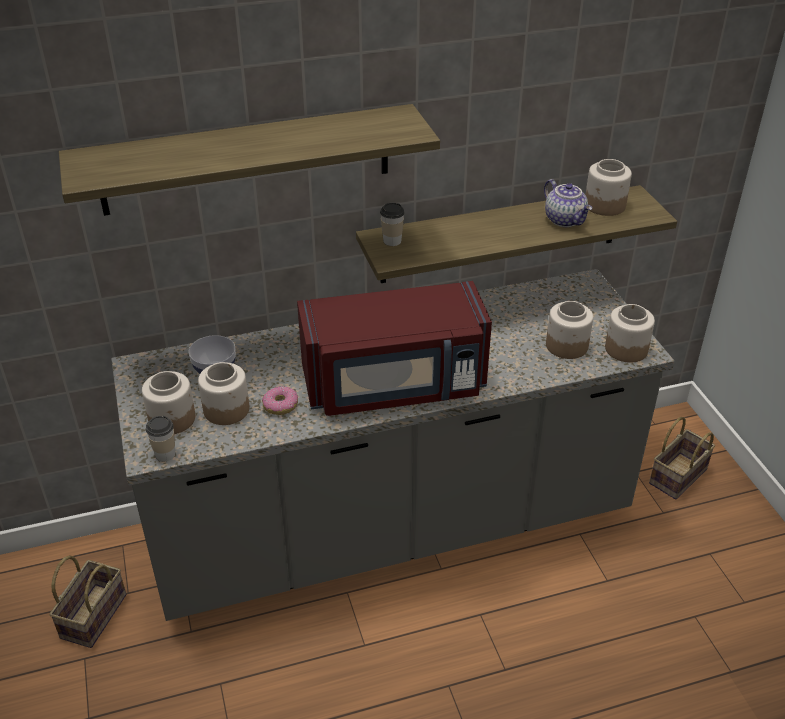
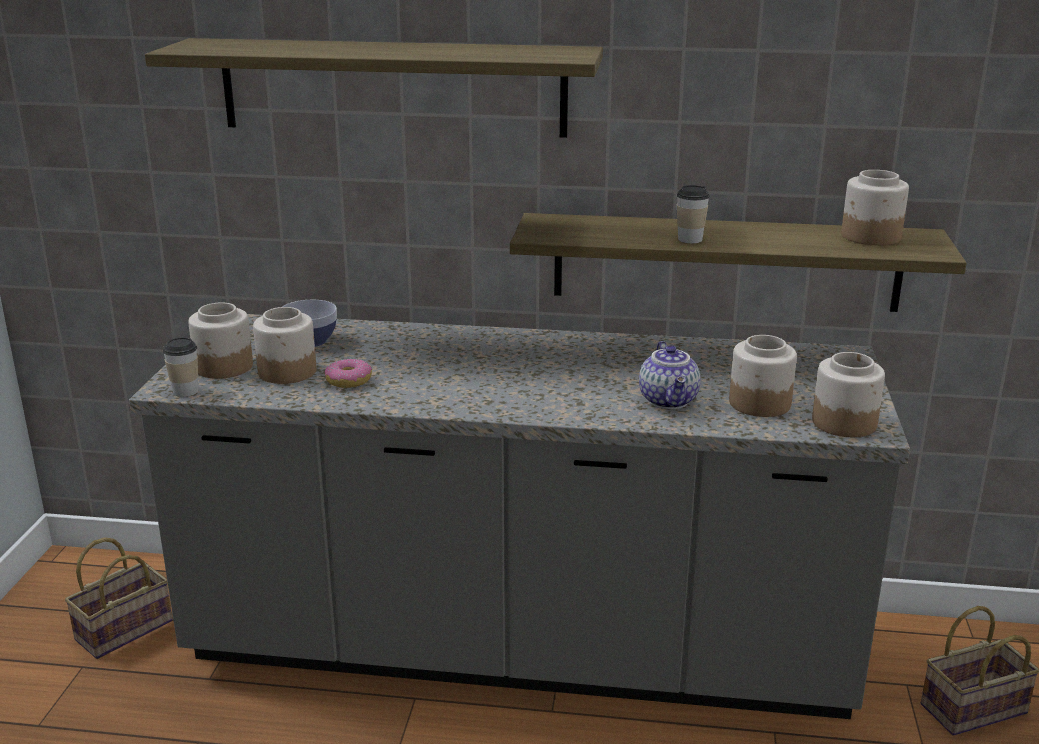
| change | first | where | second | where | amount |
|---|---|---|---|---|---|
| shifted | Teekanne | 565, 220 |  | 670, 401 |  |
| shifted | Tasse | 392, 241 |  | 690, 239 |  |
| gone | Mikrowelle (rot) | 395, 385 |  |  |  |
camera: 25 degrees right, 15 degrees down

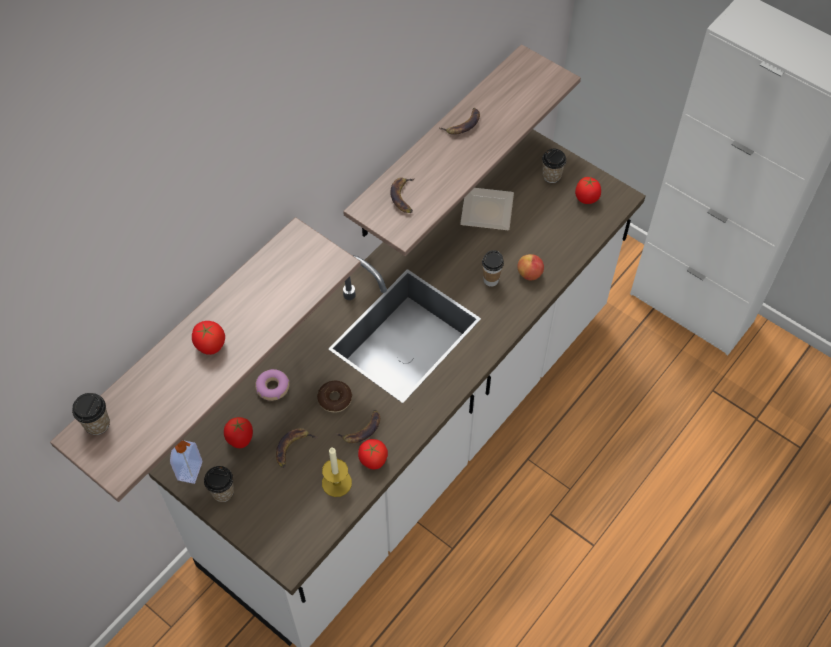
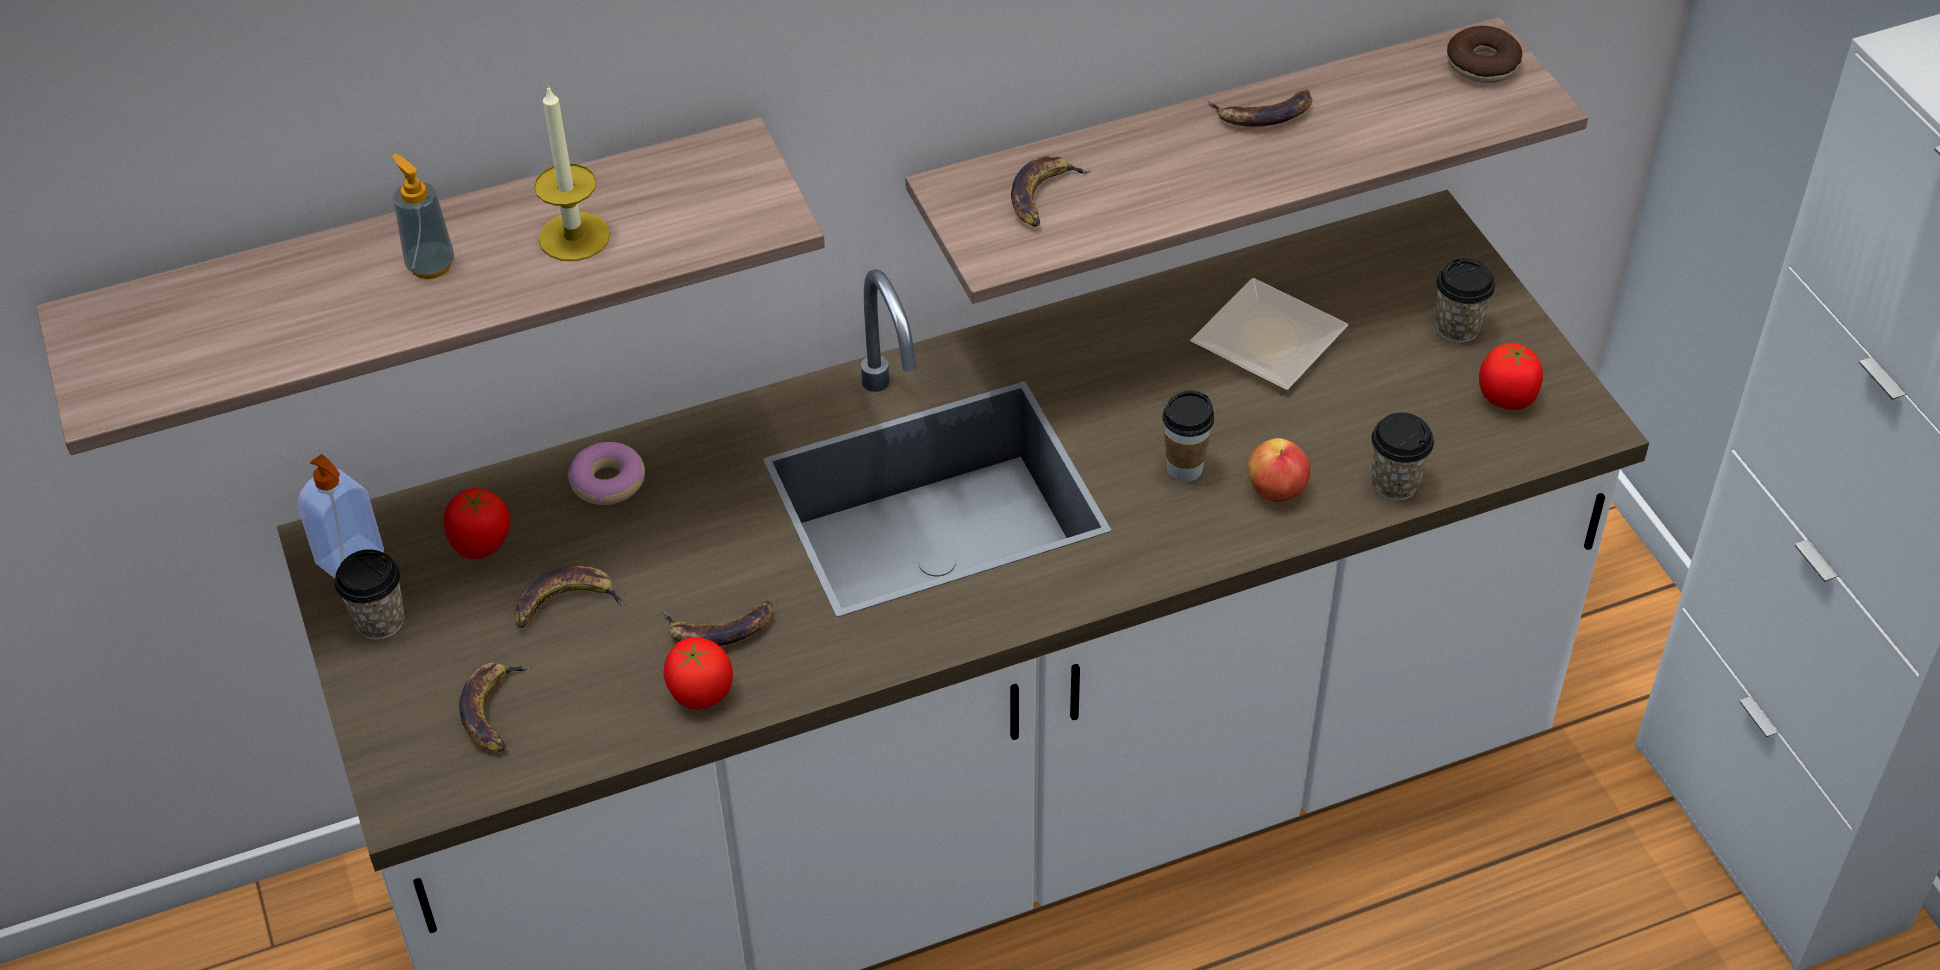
| change | first | where | second | where | amount |
|---|---|---|---|---|---|
| swapped | Tomate | 210, 345 | Seifenspender | 430, 265 |  |
| new |  |  | Banane | 494, 711 |  |
| shifted | Kerze | 336, 483 |  | 574, 237 |  |
| shifted | Tasse | 97, 424 |  | 1395, 484 |  |
| shifted | Donut | 335, 399 |  | 1482, 65 |  |
camera: 30 degrees right, 10 degrees down

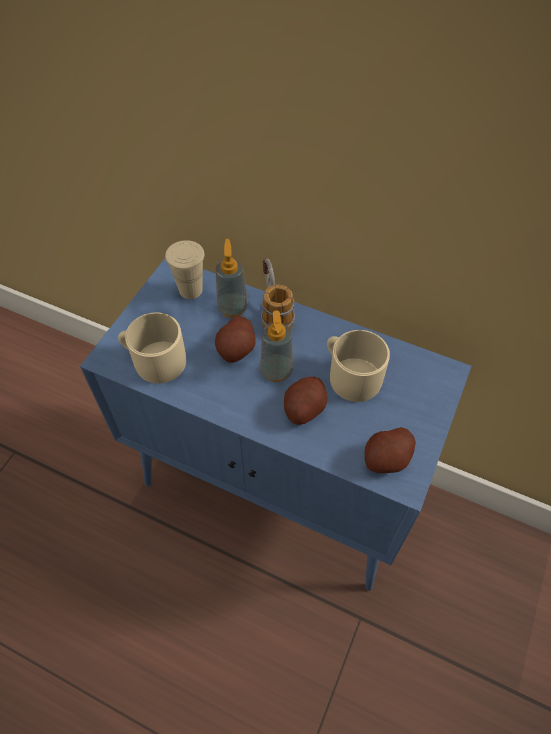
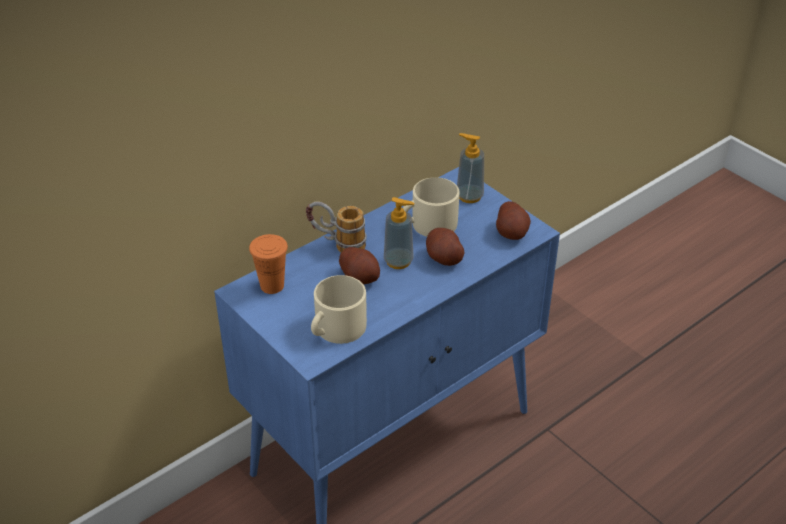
| change | first | where | second | where | amount |
|---|---|---|---|---|---|
| repainted | Tasse (beige) | 190, 290 | Tasse (orange) | 272, 286 |  |
| shifted | Seifenspender | 232, 307 |  | 469, 196 |  |
camera: 65 degrees left, 15 degrees down

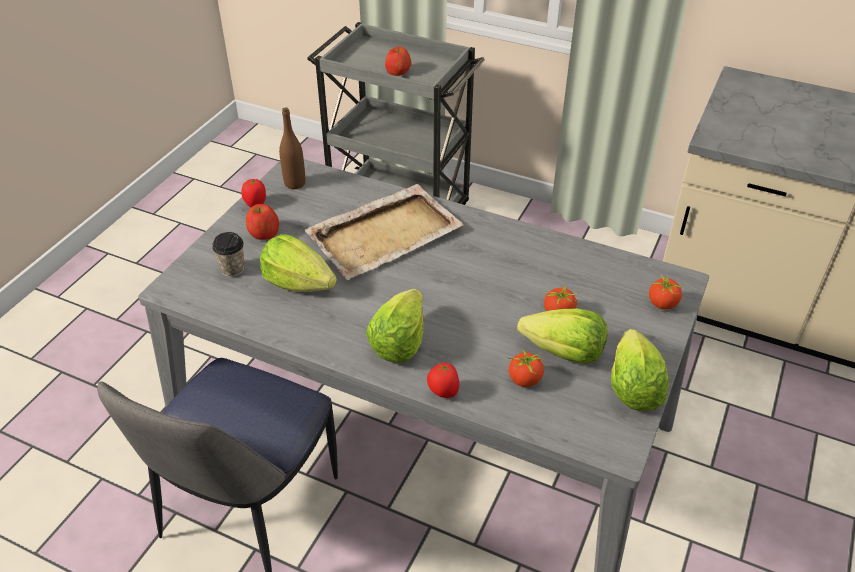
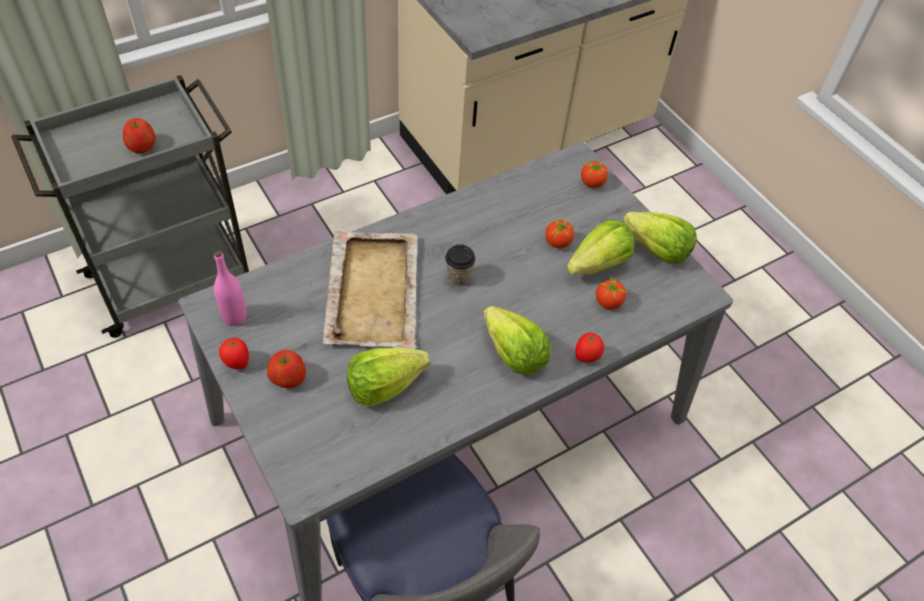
| change | first | where | second | where | amount |
|---|---|---|---|---|---|
| repainted | Flasche (braun) | 295, 183 | Flasche (rosa) | 234, 316 |  |
| shifted | Tasse | 233, 269 |  | 458, 278 |  |
camera: 60 degrees left, 10 degrees up

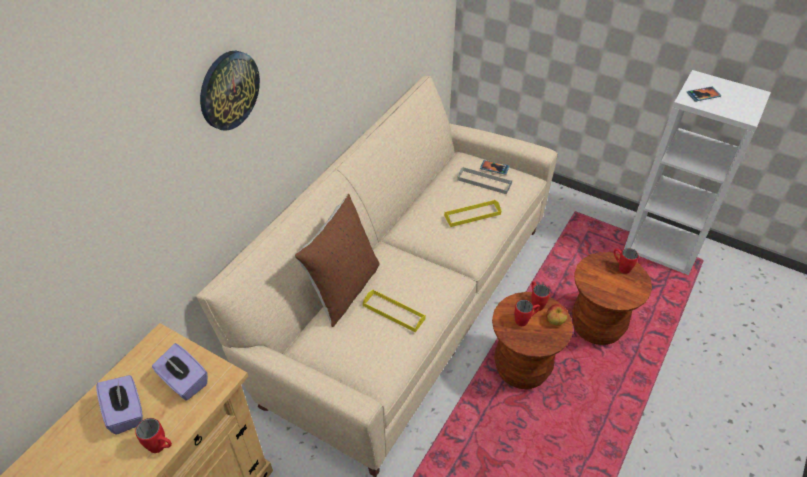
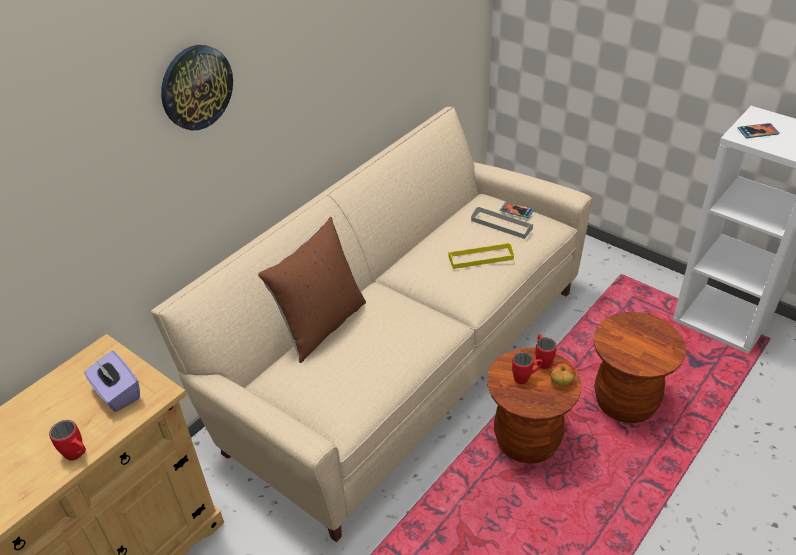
| change | first | where | second | where | amount |
|---|---|---|---|---|---|
| gone | Taschentuchbox (lila) | 126, 412 |  |  |  |
| gone | Tablett (gelb) | 393, 312 |  |  |  |
| gone | Henkelbecher (rot) | 621, 267 |  |  |  |
camera: 10 degrees right, 5 degrees down

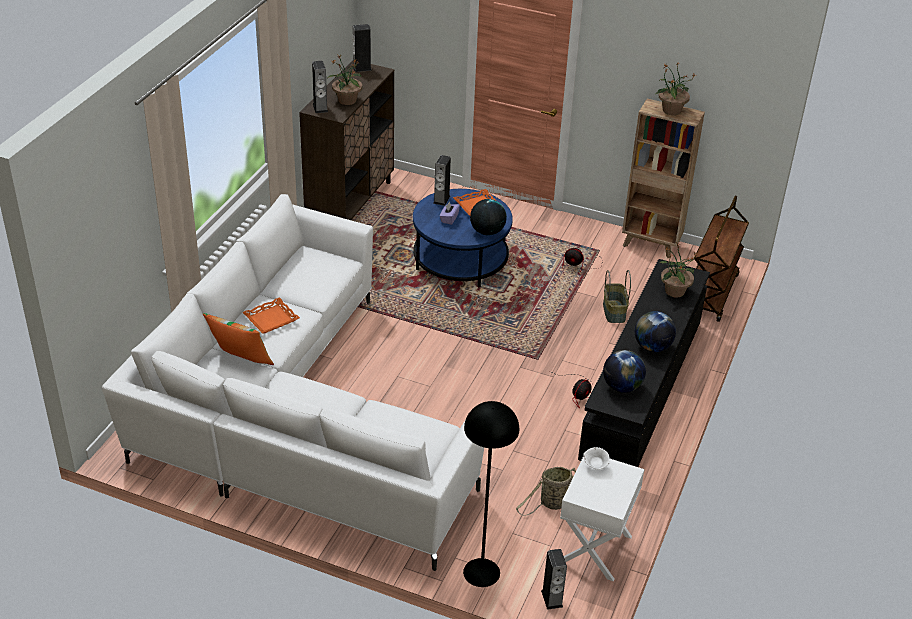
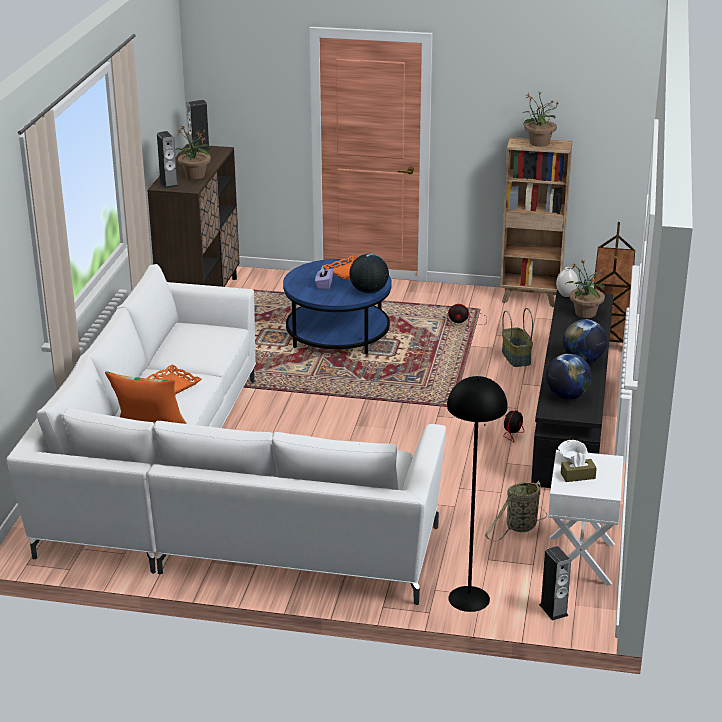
| change | first | where | second | where | amount |
|---|---|---|---|---|---|
| new |  |  | Vase (weiß) | 566, 295 |  |
| new |  |  | Taschentuchbox (braun) | 578, 476 |  |
| gone | Lautsprecher | 441, 199 |  |  |  |
camera: 10 degrees left, 10 degrees down

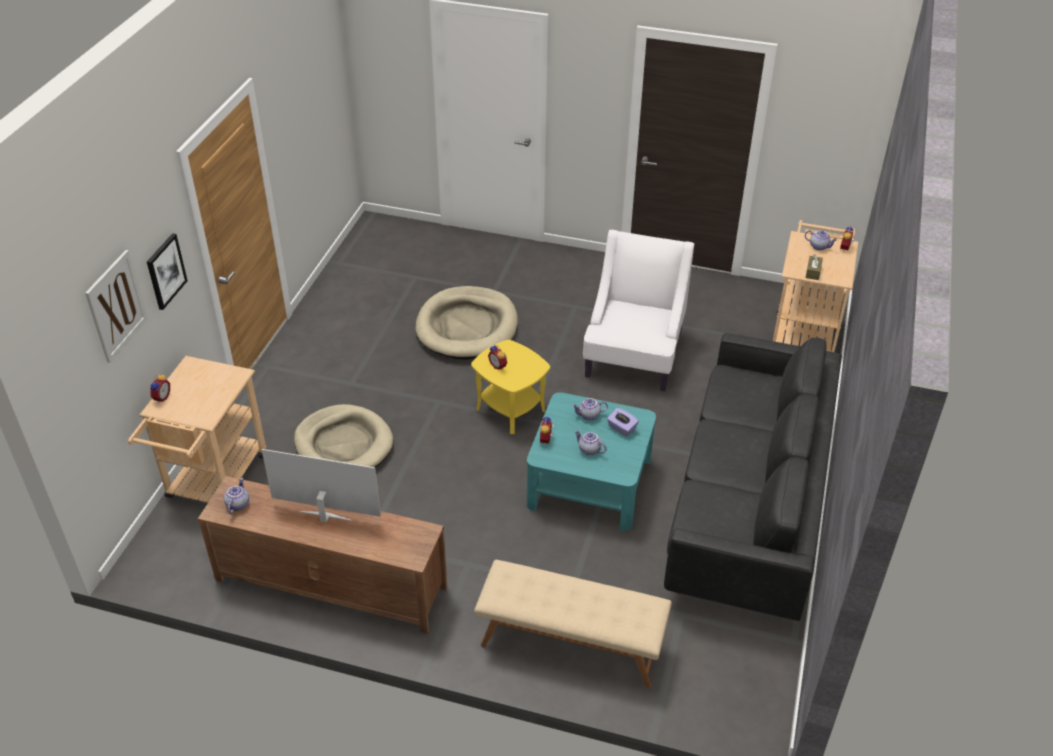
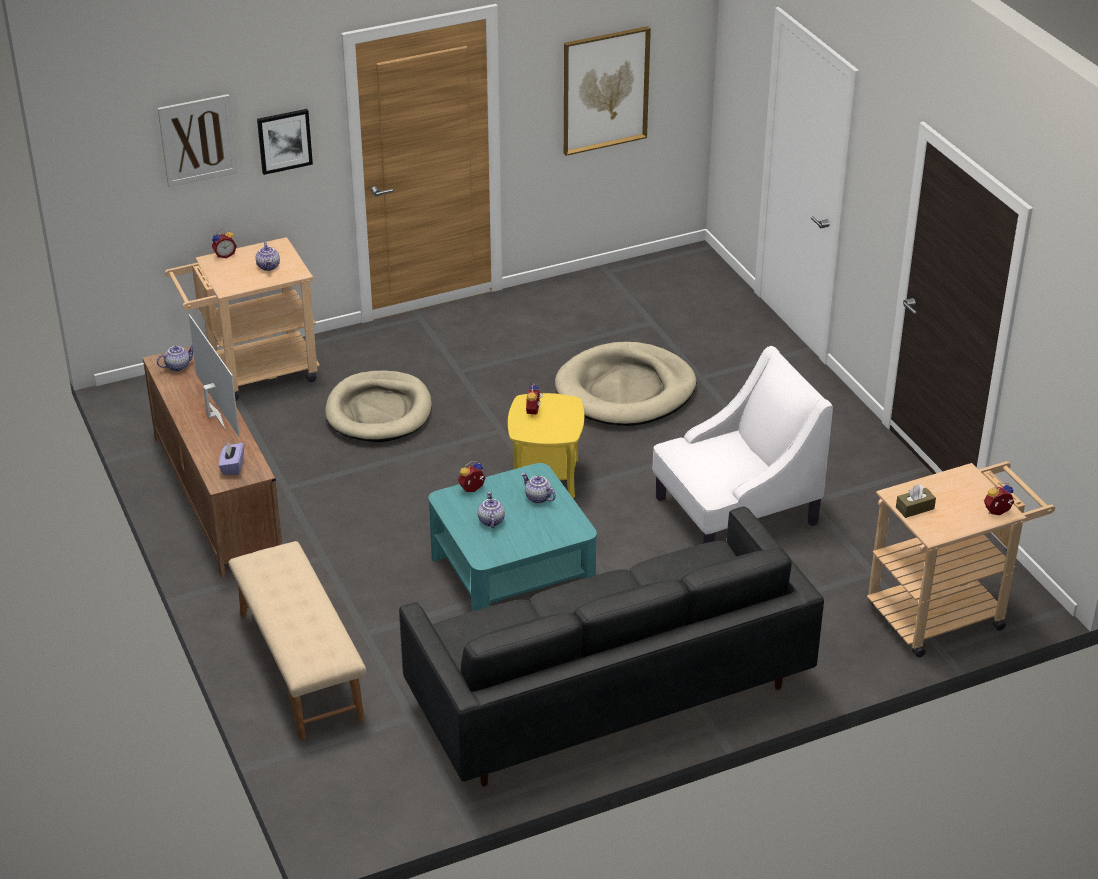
| change | first | where | second | where | amount |
|---|---|---|---|---|---|
| shifted | Taschentuchbox (lila) | 621, 428 |  | 232, 466 |  |
| shifted | Teekanne | 819, 246 |  | 269, 266 |  |
| new |  |  | Bild | 605, 90 |  |
camera: 50 degrees right, 5 degrees down

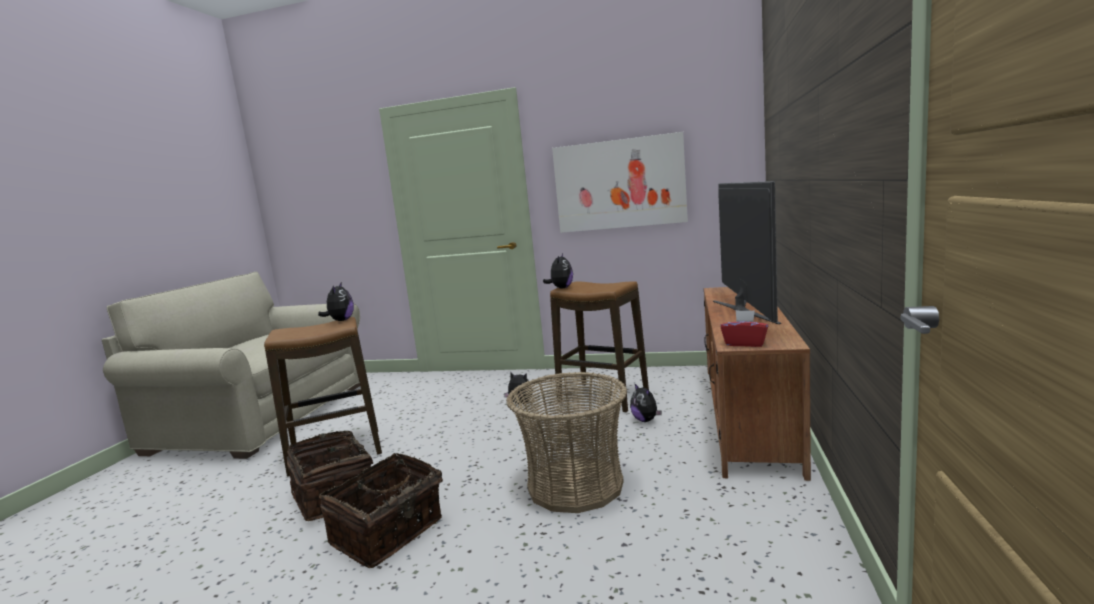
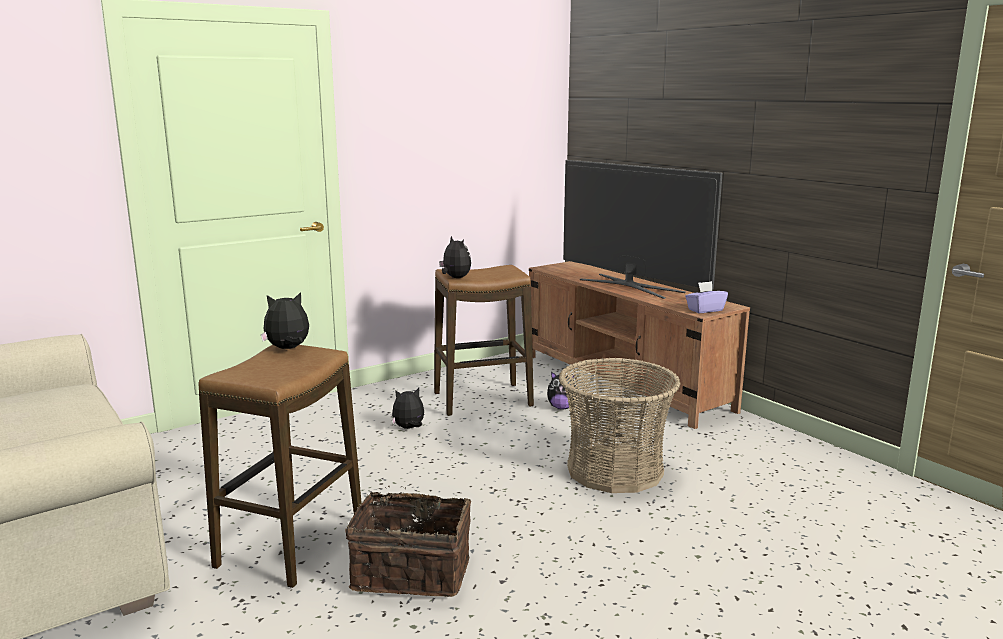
| change | first | where | second | where | amount |
|---|---|---|---|---|---|
| rotated | Plüschtier | 341, 321 |  | 288, 349 | 60 degrees counterclockwise |
| repainted | Taschentuchbox (rot) | 745, 343 | Taschentuchbox (lila) | 705, 310 |  |
| gone | Korb | 389, 533 |  |  |  |
| gone | Bild | 619, 184 |  |  |  |
camera: 50 degrees left, 5 degrees up

